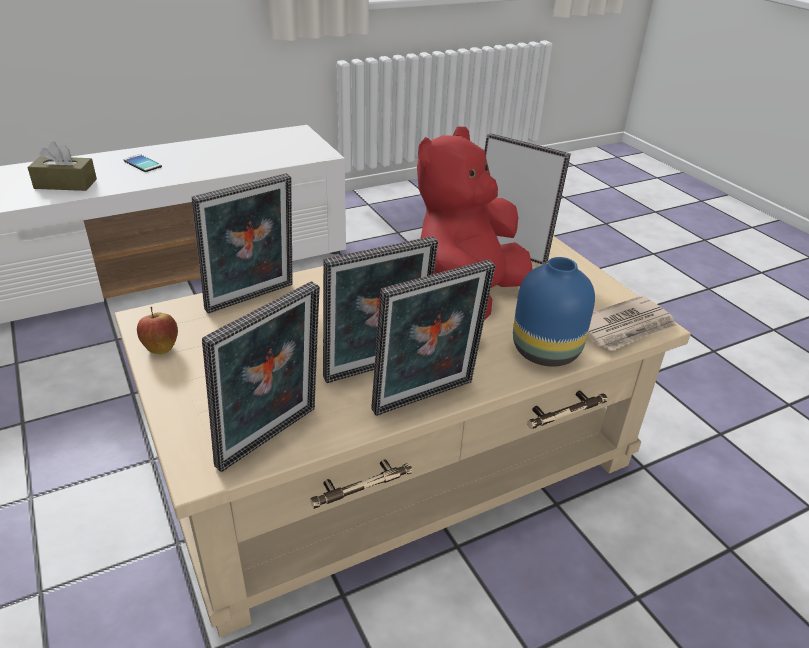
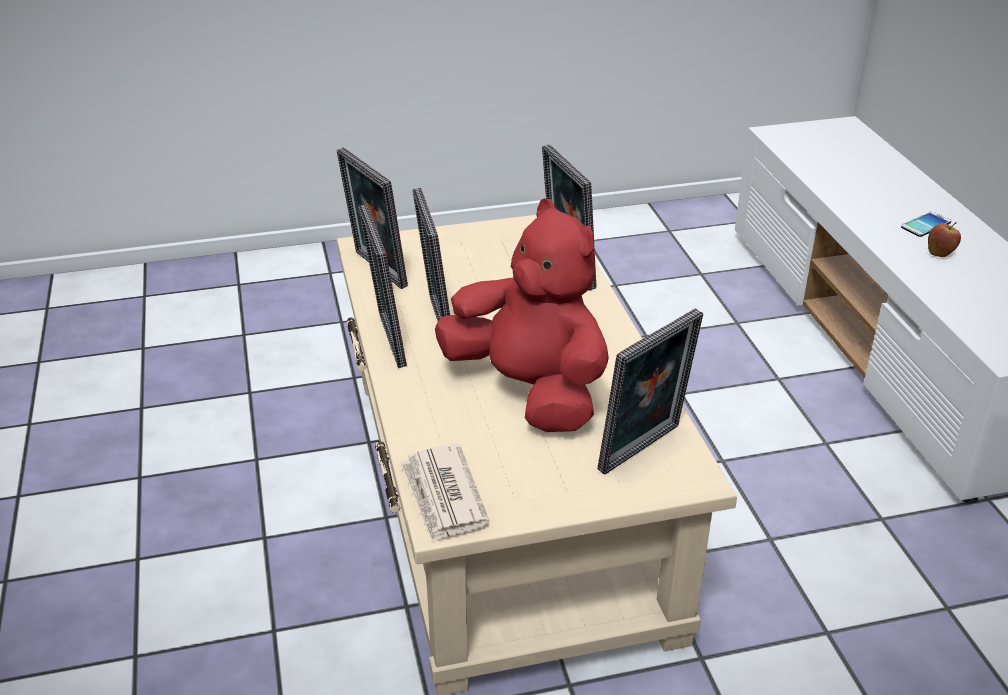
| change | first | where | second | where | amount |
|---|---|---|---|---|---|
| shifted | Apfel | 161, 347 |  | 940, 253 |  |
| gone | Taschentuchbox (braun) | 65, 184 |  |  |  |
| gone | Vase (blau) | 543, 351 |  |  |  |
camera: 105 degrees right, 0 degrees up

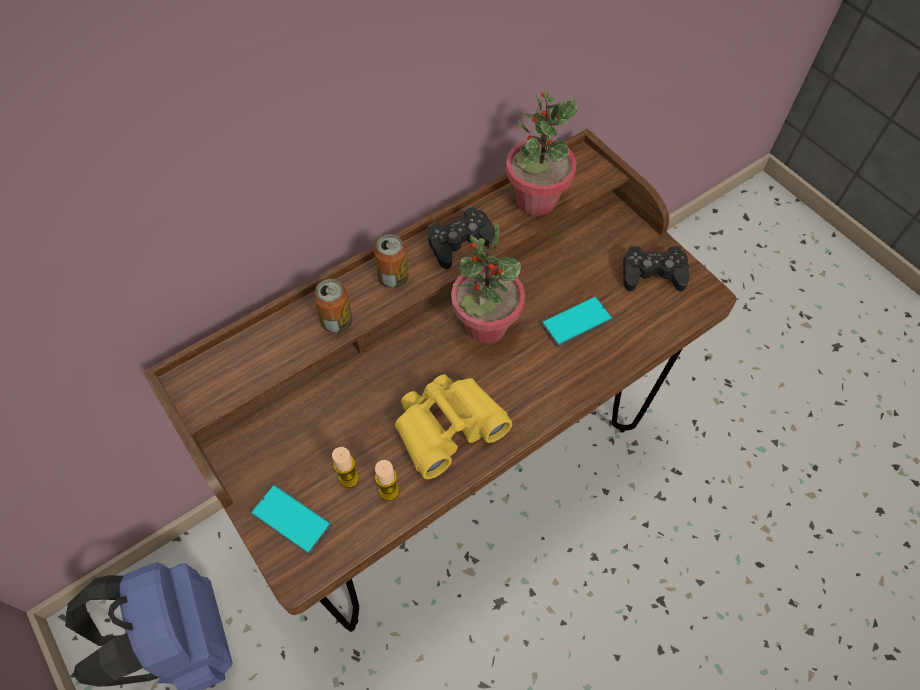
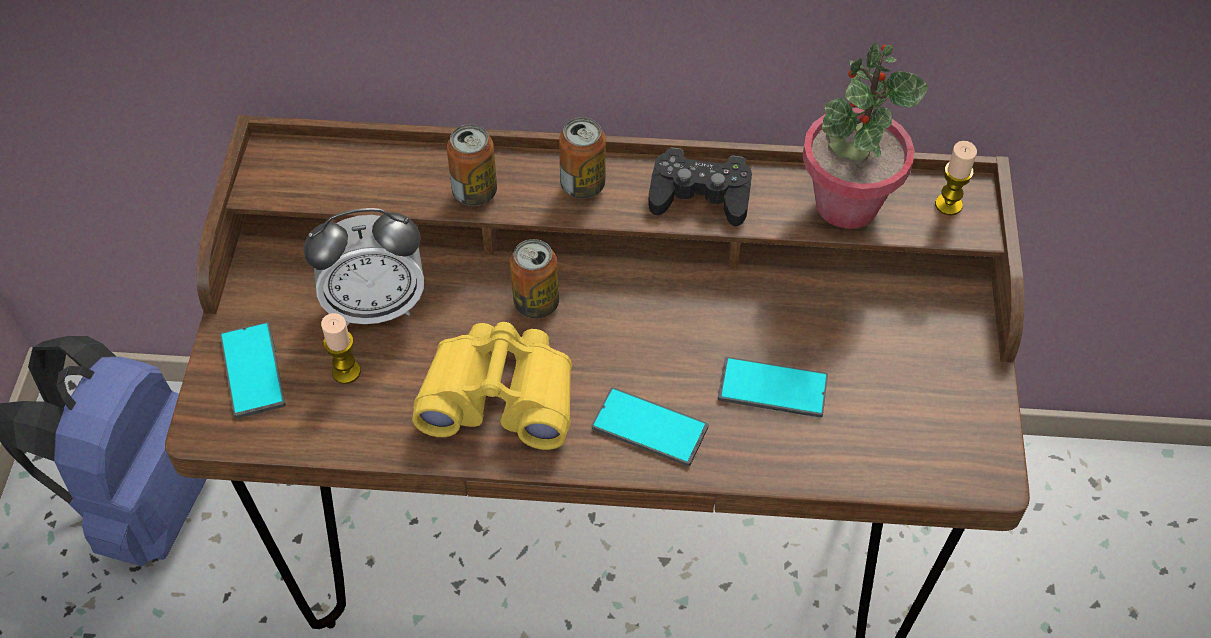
| change | first | where | second | where | amount |
|---|---|---|---|---|---|
| new |  |  | Wecker | 376, 306 |  |
| new |  |  | Dose | 536, 303 |  |
| new |  |  | Handy | 650, 427 |  |
| shifted | Kerze | 389, 491 |  | 948, 205 |  |
| gone | Topfpflanze | 485, 326 |  |  |  |
| gone | Gamepad (schwarz) | 652, 274 |  |  |  |
camera: 40 degrees right, 5 degrees down

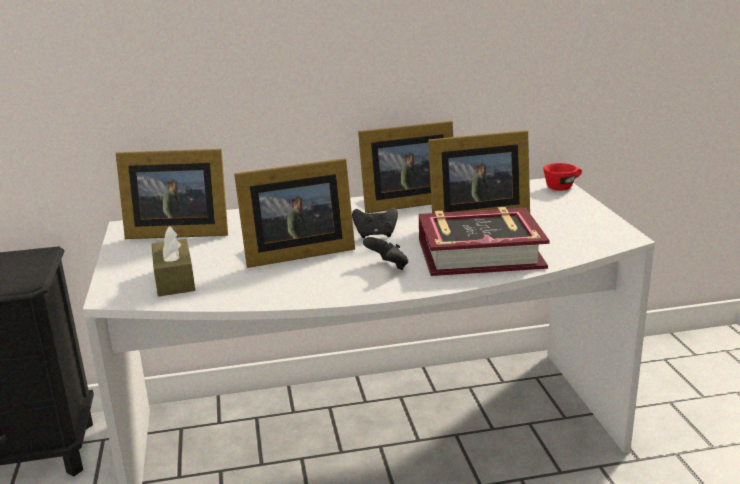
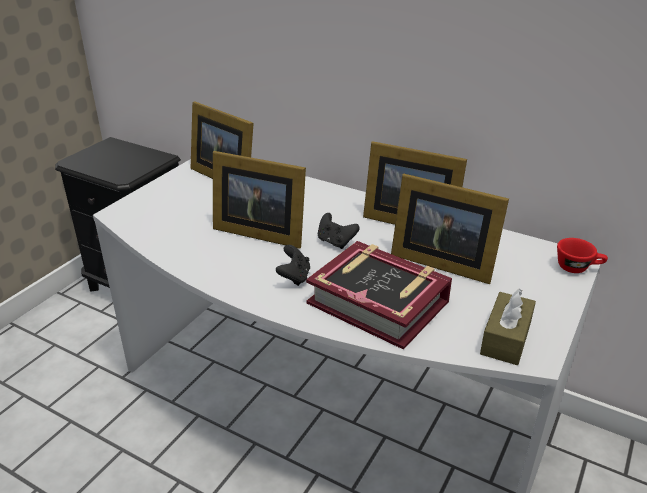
| change | first | where | second | where | amount |
|---|---|---|---|---|---|
| shifted | Taschentuchbox (braun) | 174, 279 |  | 505, 338 |  |
camera: 40 degrees right, 10 degrees up

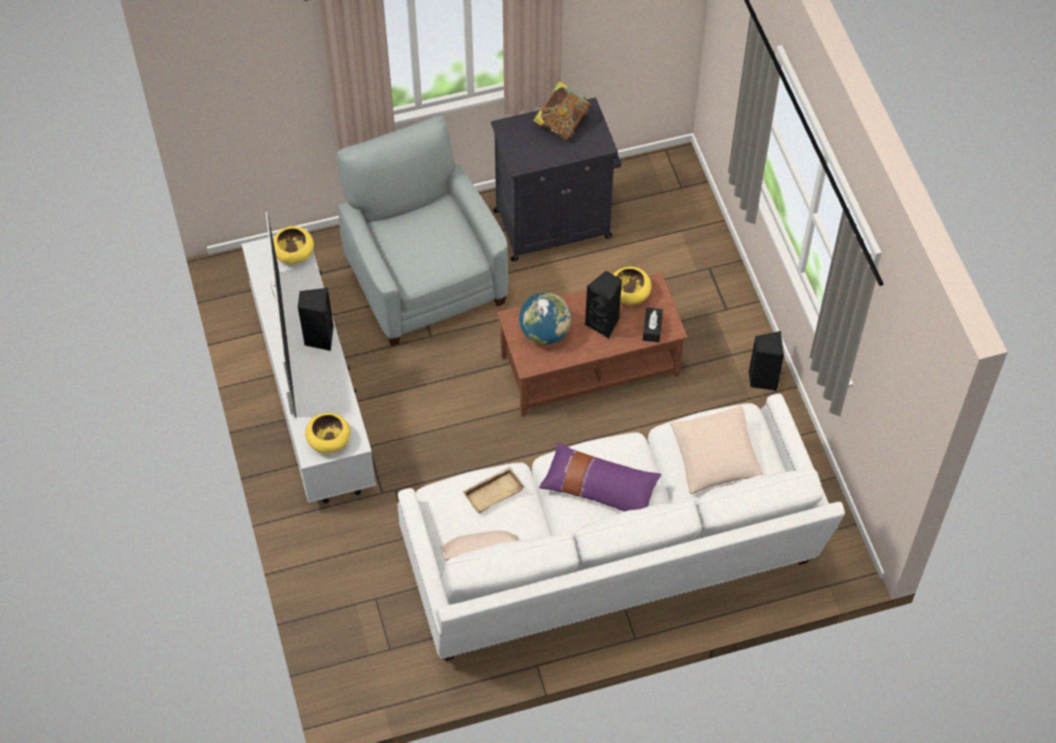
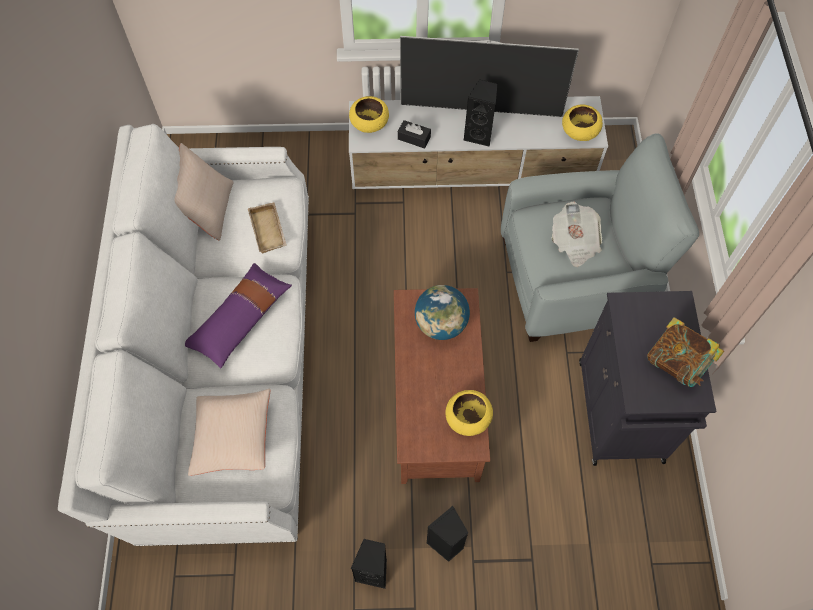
| change | first | where | second | where | amount |
|---|---|---|---|---|---|
| shifted | Taschentuchbox (schwarz) | 652, 328 |  | 414, 138 |  |
| shifted | Lautsprecher (schwarz) | 604, 323 |  | 446, 543 |  |
| new |  |  | Zeitung | 574, 242 |  |
camera: 105 degrees right, 5 degrees up

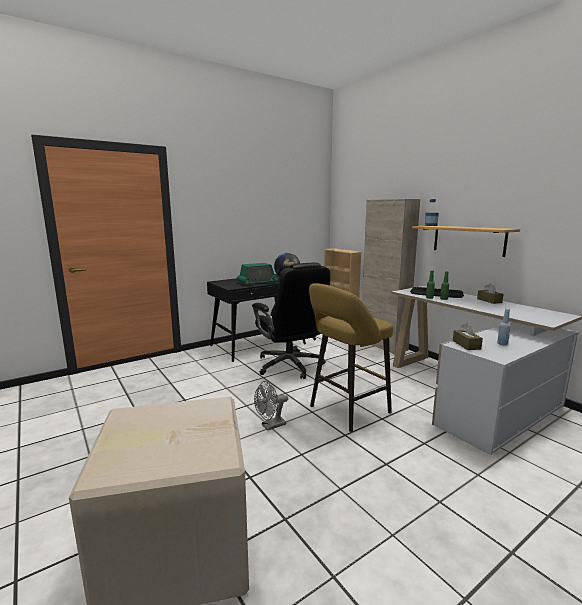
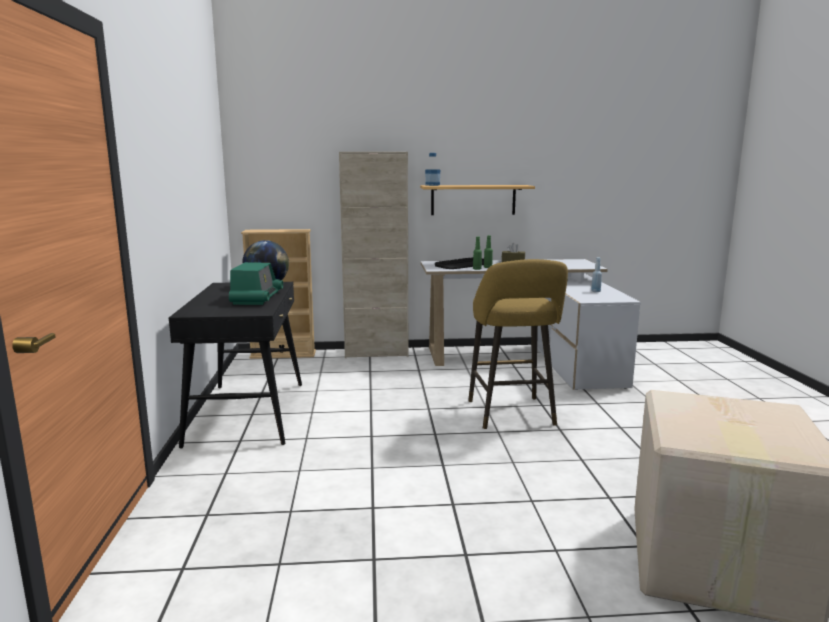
| change | first | where | second | where | amount |
|---|---|---|---|---|---|
| gone | Bürostuhl (schwarz) | 290, 366 |  |  |  |
| gone | Ventilator (grau) | 270, 426 |  |  |  |
| gone | Taschentuchbox (braun) | 466, 345 |  |  |  |
camera: 60 degrees left, 0 degrees up

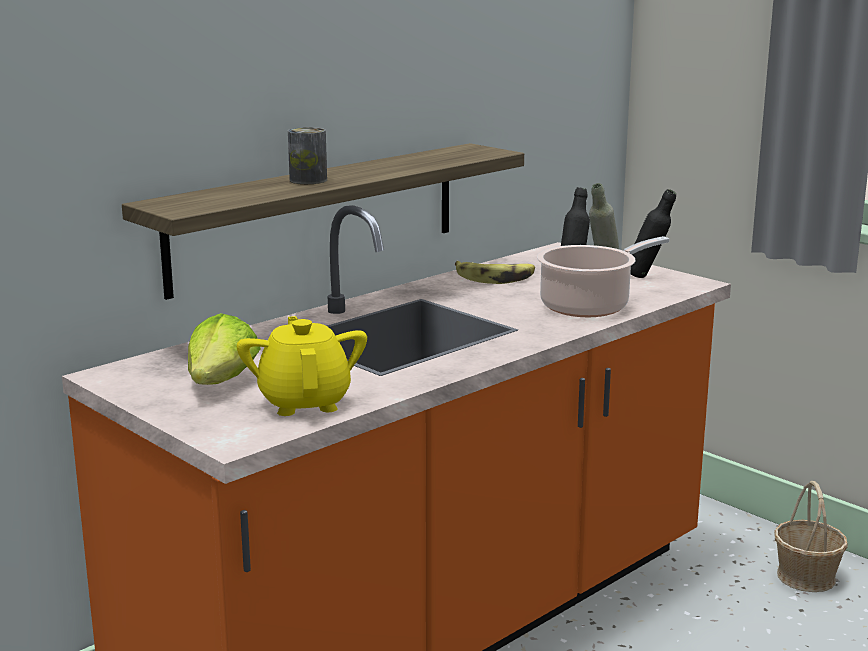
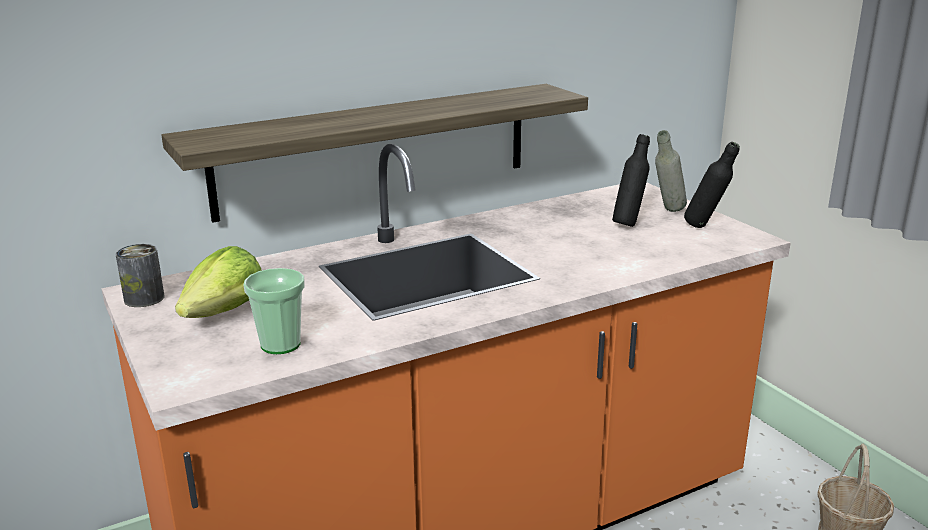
| change | first | where | second | where | amount |
|---|---|---|---|---|---|
| shifted | Dose | 308, 180 |  | 144, 298 |  |
| swapped | Teekanne (gelb) | 305, 402 | Tasse | 280, 344 |  |
| gone | Banane | 495, 278 |  |  |  |
| gone | Kochtopf | 589, 306 |  |  |  |
camera: 15 degrees right, 5 degrees up

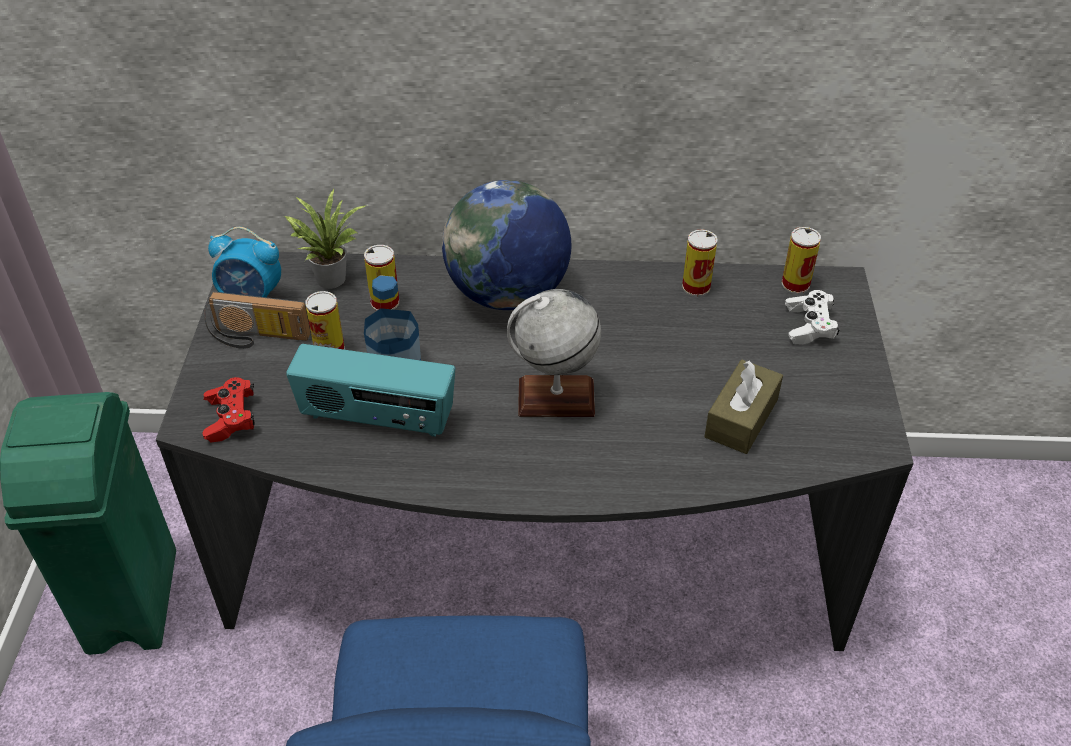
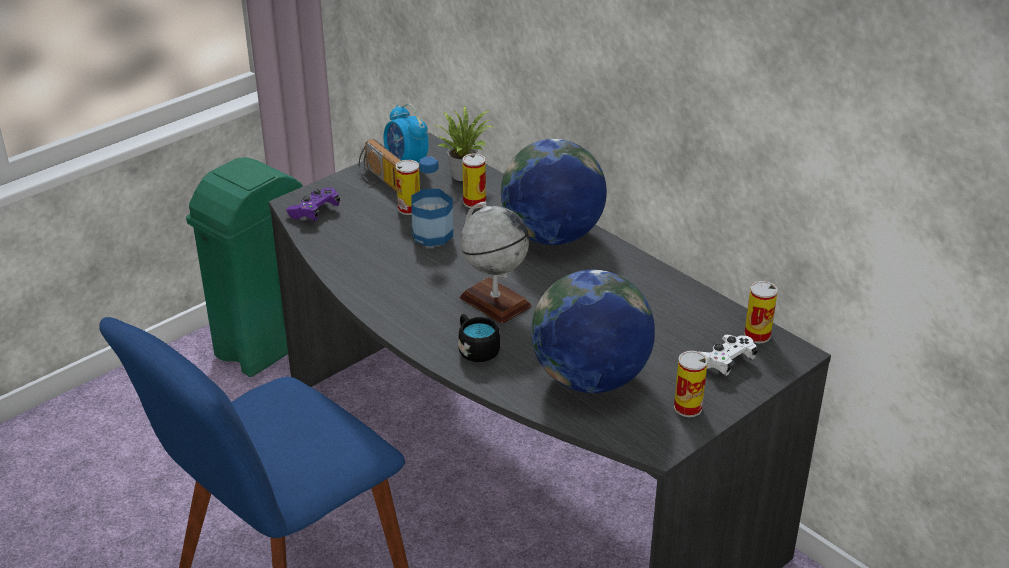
| change | first | where | second | where | amount |
|---|---|---|---|---|---|
| repainted | Gamepad (rot) | 231, 418 | Gamepad (lila) | 314, 212 |  |
| new |  |  | Henkelbecher (schwarz) | 476, 349 |  |
| swapped | Taschentuchbox (braun) | 741, 418 | Globus | 590, 379 |  |
| shifted | Dose | 696, 287 |  | 688, 407 |  |
| gone | Radio | 377, 418 |  |  |  |
camera: 45 degrees right, 10 degrees down

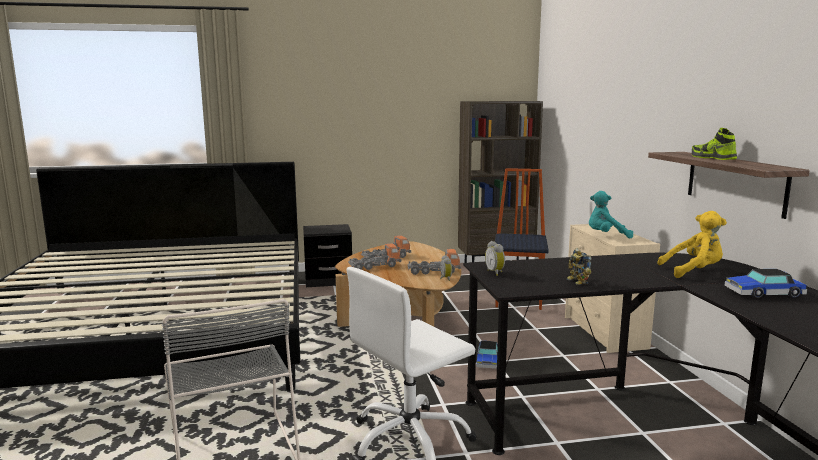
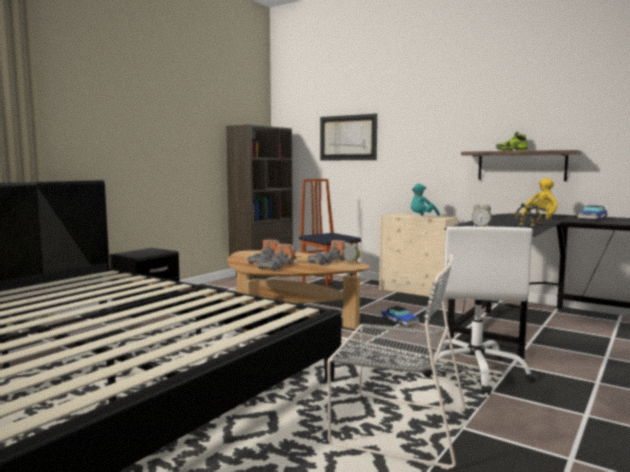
| change | first | where | second | where | amount |
|---|---|---|---|---|---|
| new |  |  | Bild | 347, 138 |  |
camera: 45 degrees left, 5 degrees down

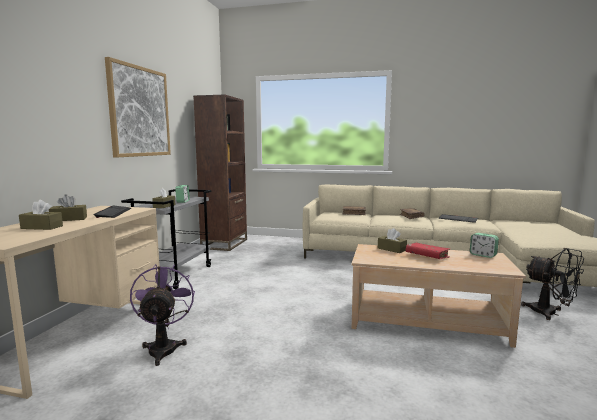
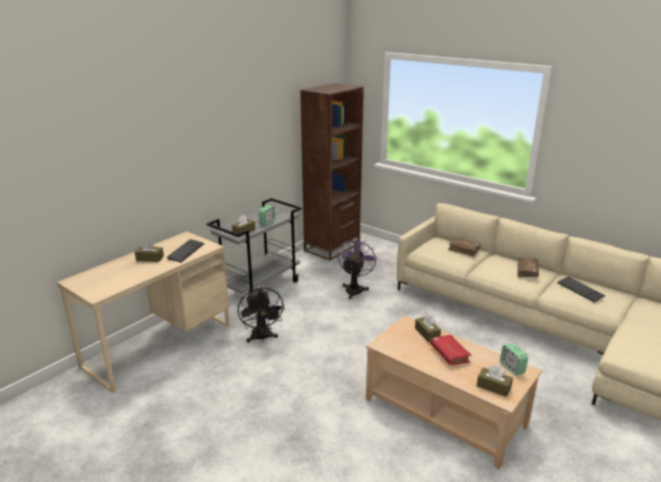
| change | first | where | second | where | amount |
|---|---|---|---|---|---|
| shifted | Ventilator (schwarz) | 550, 313 |  | 262, 338 |  |
| shifted | Ventilator (lila) | 164, 347 |  | 355, 289 |  |
| shifted | Taschentuchbox (braun) | 42, 227 |  | 493, 387 |  |
| gone | Bild | 140, 112 |  |  |  |
camera: 25 degrees right, 15 degrees up

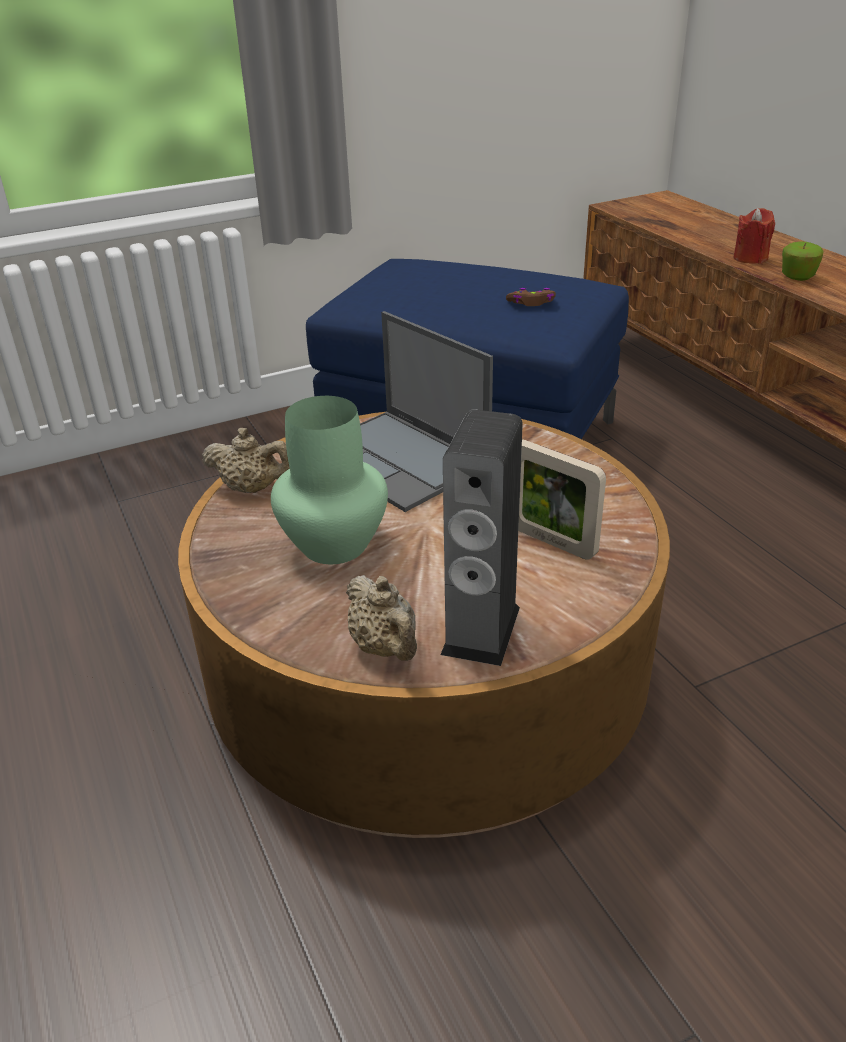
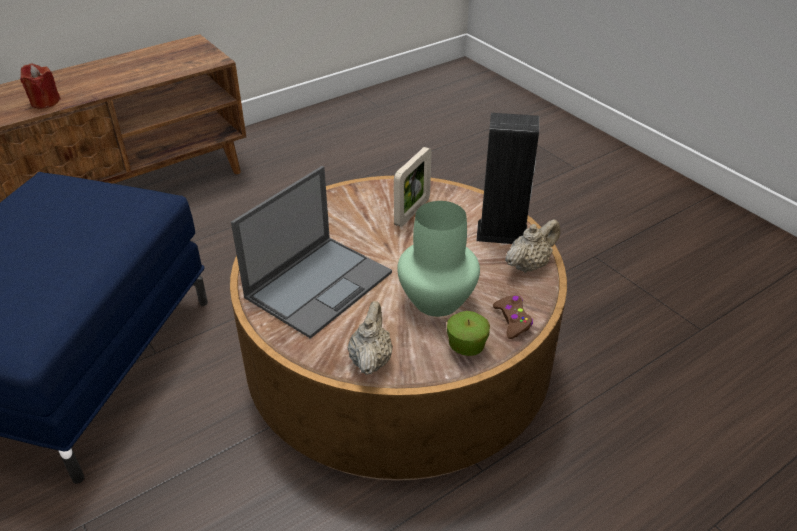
| change | first | where | second | where | amount |
|---|---|---|---|---|---|
| shifted | Apfel | 797, 277 |  | 466, 346 |  |
| shifted | Gamepad (braun) | 531, 303 |  | 512, 320 |  |
camera: 100 degrees left, 5 degrees up

